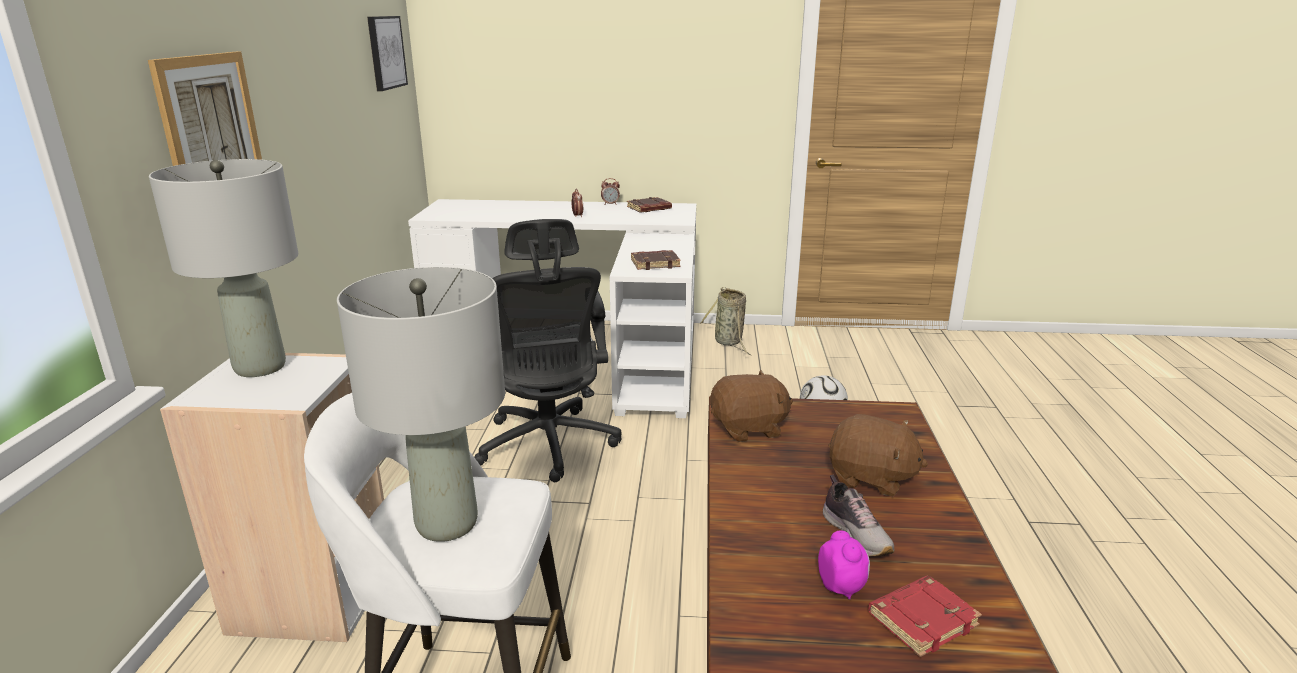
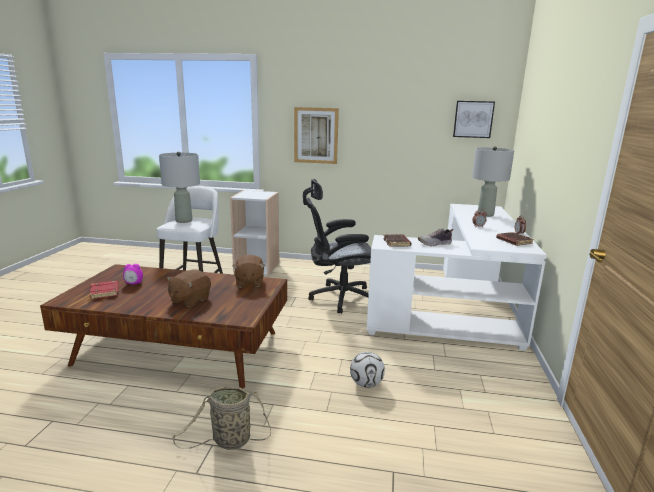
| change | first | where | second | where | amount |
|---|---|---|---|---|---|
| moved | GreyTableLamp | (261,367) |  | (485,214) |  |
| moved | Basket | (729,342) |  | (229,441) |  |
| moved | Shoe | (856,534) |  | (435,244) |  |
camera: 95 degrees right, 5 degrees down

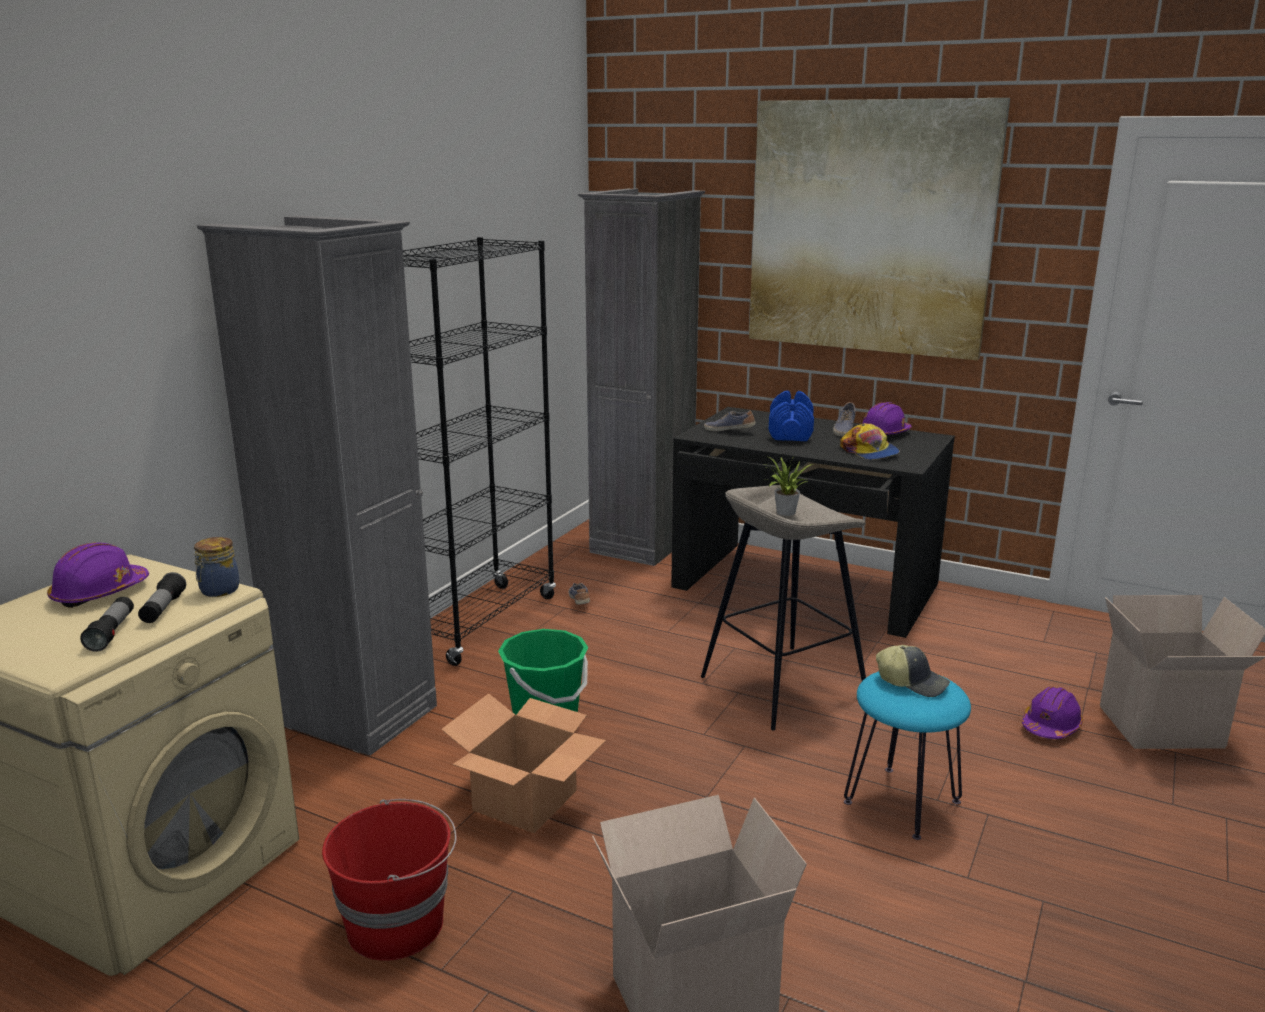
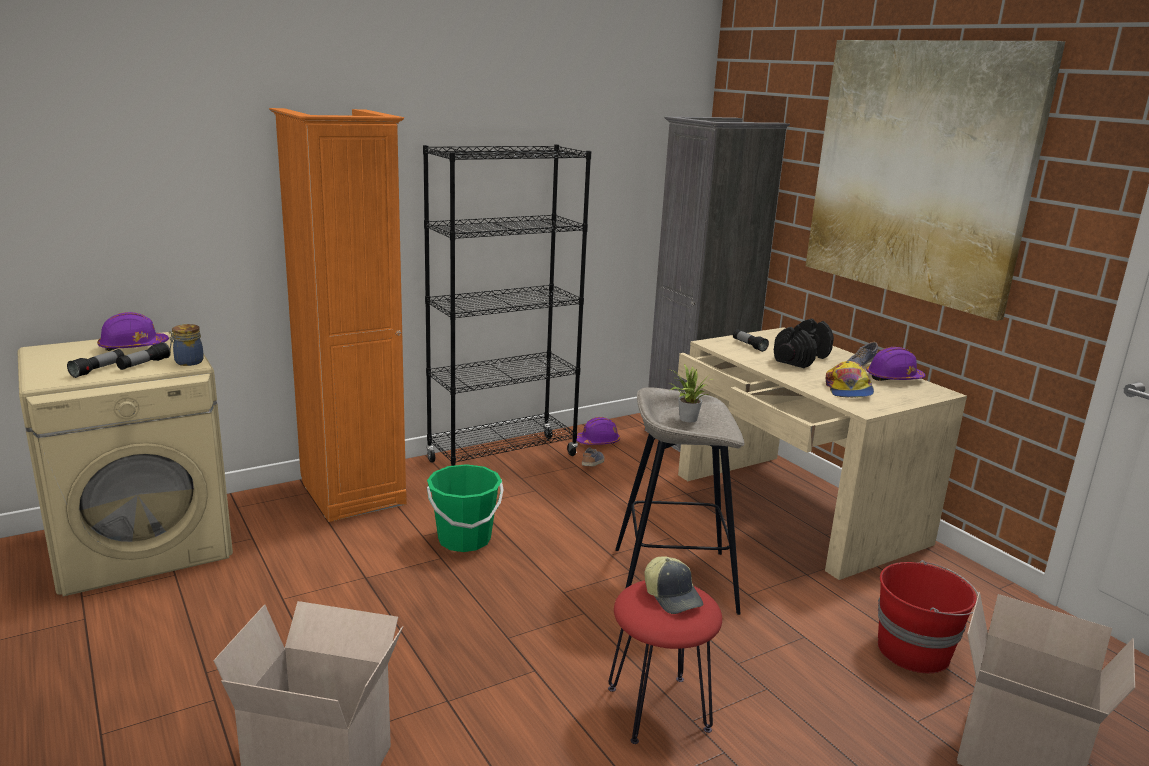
| change | first | where | second | where | amount |
|---|---|---|---|---|---|
| recoloured | GreyCabinet | (358,714) | OrangeCabinet | (354,493) |  |
| recoloured | BlueDumbbell | (790,433) | BlackDumbbell | (801,358) |  |
| recoloured | BlackDesk | (802,591) | BeigeDesk | (789,511) |  |
| replaced | Shoe | (729,430) | Flashlight | (749,345) |  |
| recoloured | TurquoiseStool | (902,801) | RedStool | (658,708) |  |
| moved | PurpleHardHat | (1050,726) |  | (598,442) |  |
| removed | CardboardBox | (525,799) |  |  |  |
| moved | RedBucket | (398,924) |  | (915,651) |  |
camera: 30 degrees right, 0 degrees up

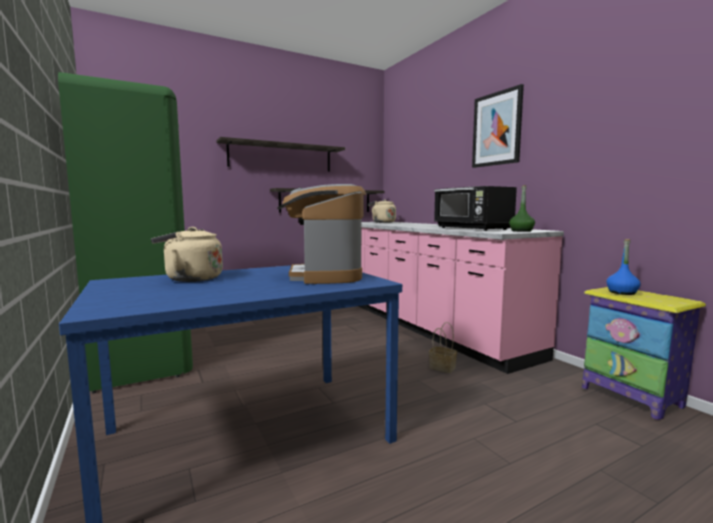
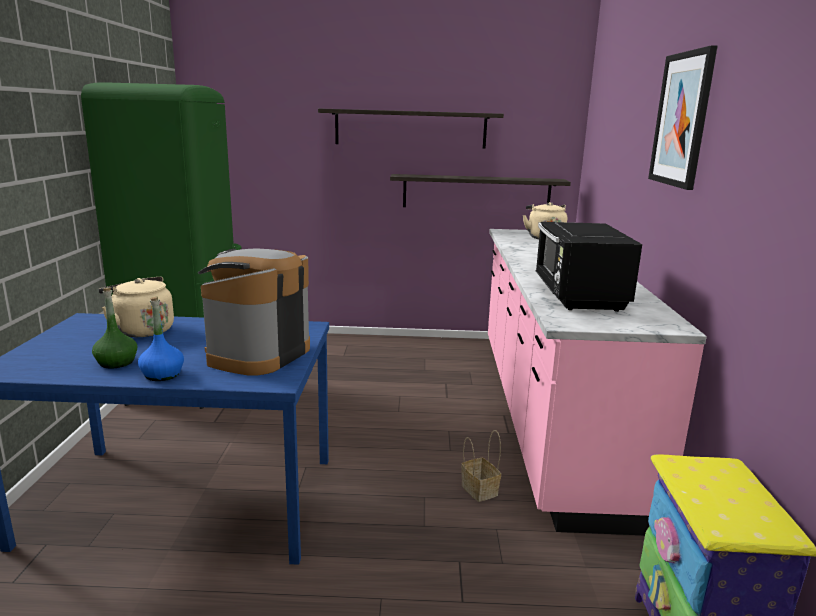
| change | first | where | second | where | amount |
|---|---|---|---|---|---|
| moved | GreenBottle | (521,231) |  | (116,362) |  |
| moved | BlueBottle | (622,292) |  | (162,375) |  |
camera: 30 degrees right, 10 degrees up

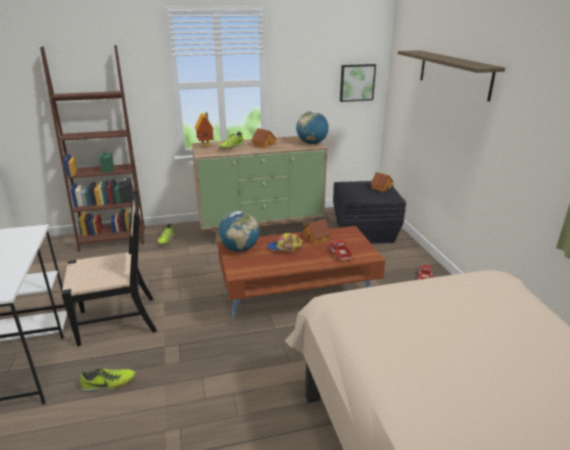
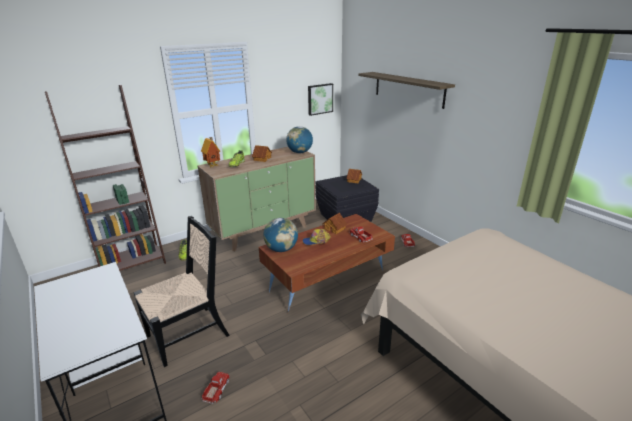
| change | first | where | second | where | amount |
|---|---|---|---|---|---|
| replaced | Shoe | (109,384) | ToyTruck | (216,390) |  |
camera: 20 degrees left, 0 degrees up

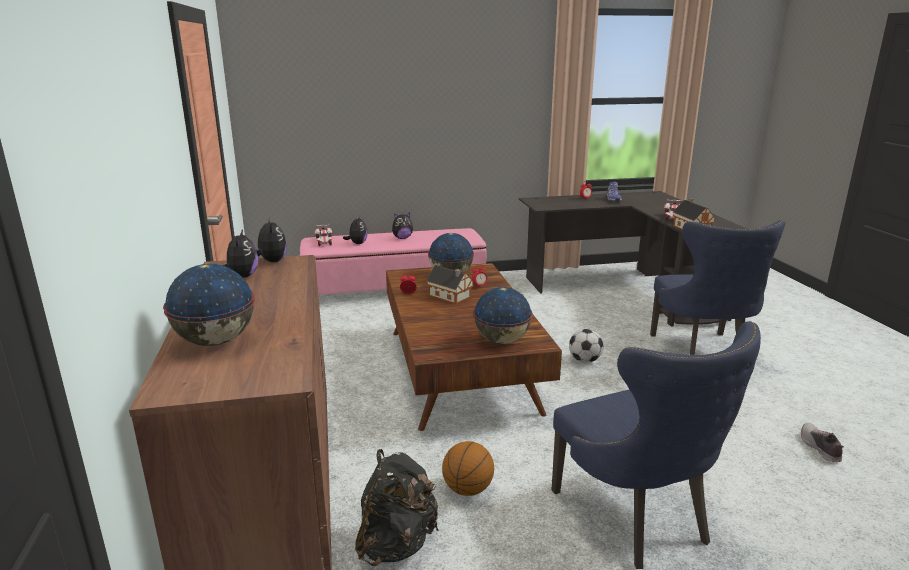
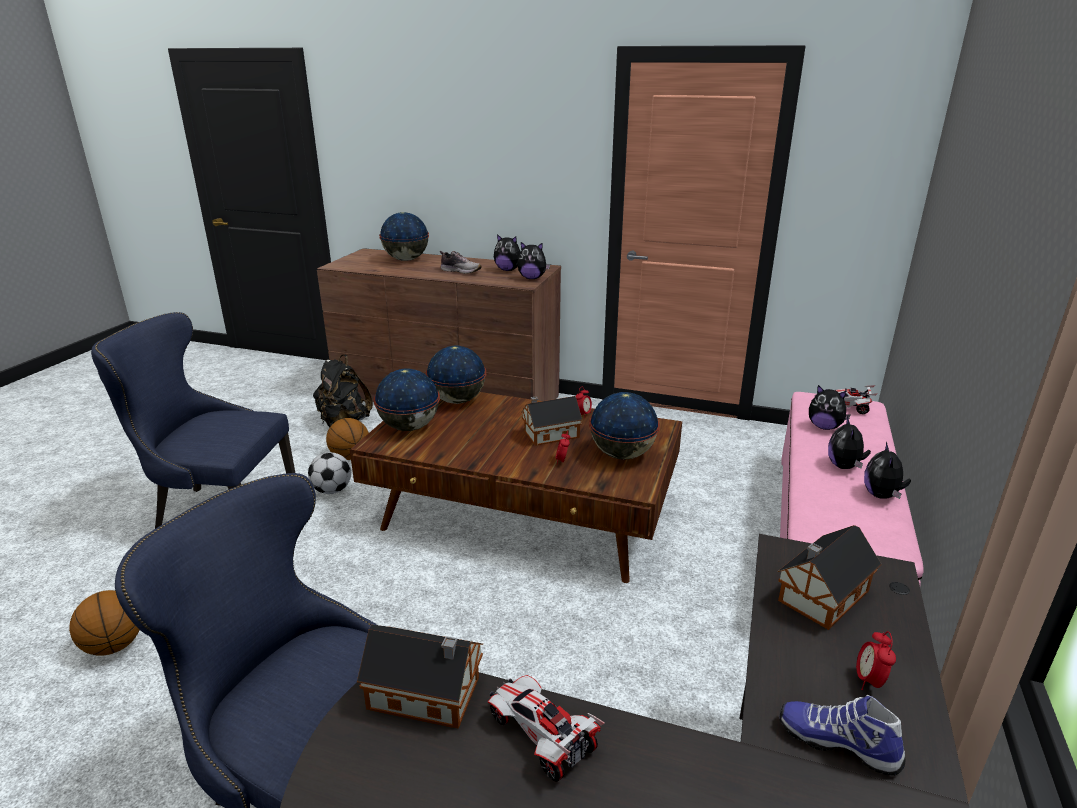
| change | first | where | second | where | amount |
|---|---|---|---|---|---|
| moved | Football | (584,361) |  | (332,490) |  |
| moved | Shoe | (819,448) |  | (461,271) |  |
| added |  |  | Globe | (457,400) |  |
| added |  |  | PlushToy | (881,495) |  |
| added |  |  | ToyHouse | (820,597) |  |
| added |  |  | Basketball | (114,646) |  |
camera: 120 degrees right, 5 degrees up

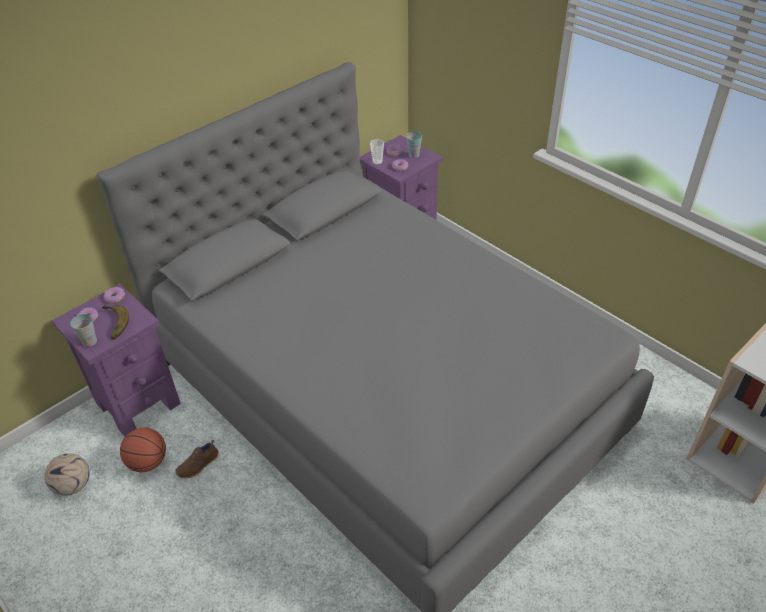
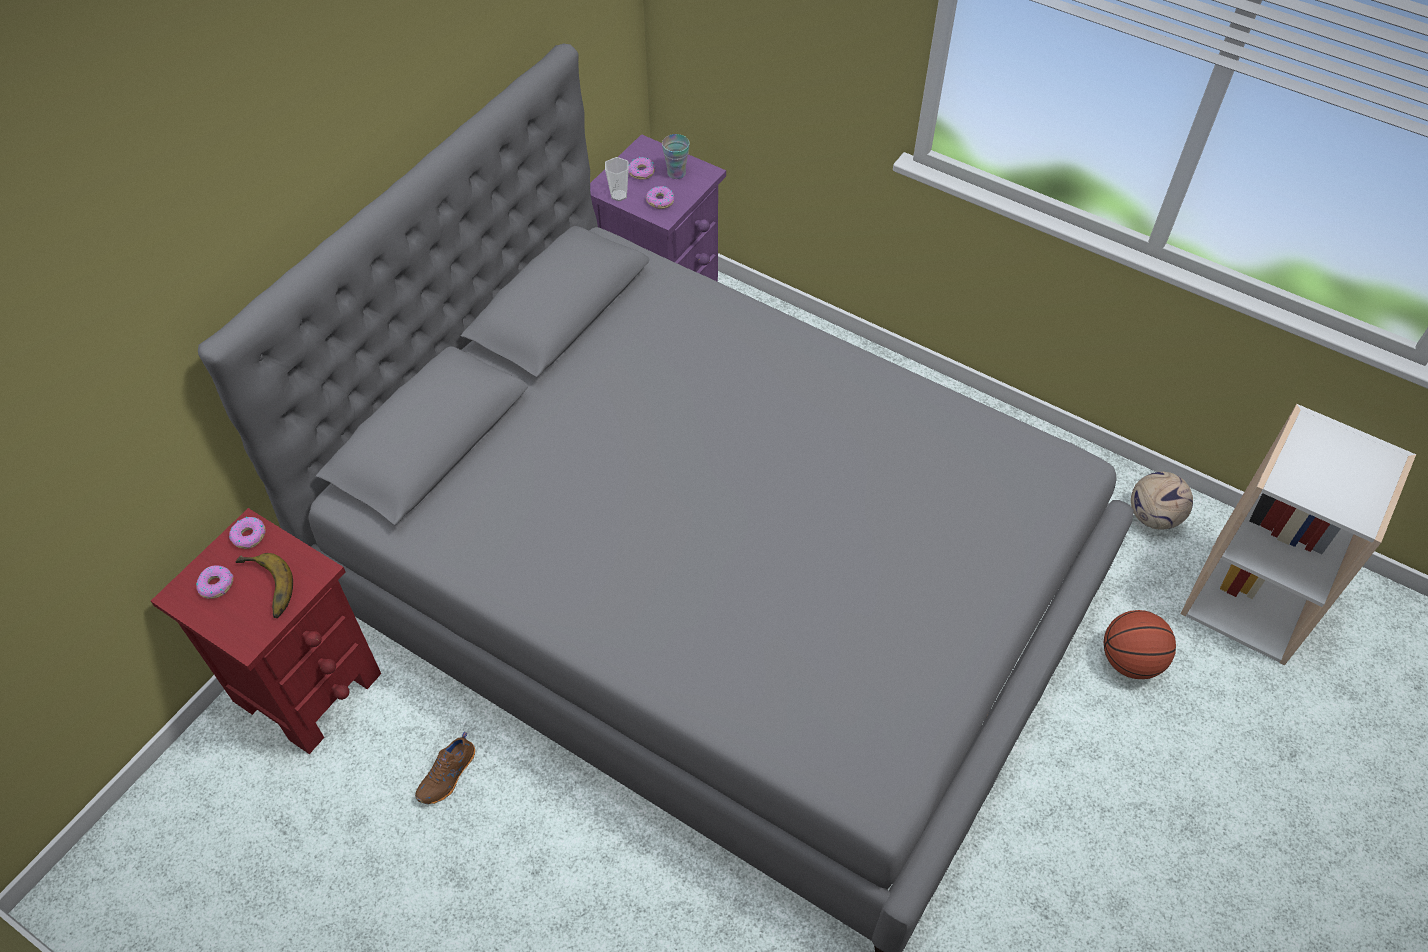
| change | first | where | second | where | amount |
|---|---|---|---|---|---|
| recoloured | PurpleNightstand | (139,403) | RedNightstand | (310,687) |  |
| removed | Cup | (89,341) |  |  |  |
| moved | Basketball | (148,462) |  | (1130,661) |  |
| moved | Football | (73,485) |  | (1152,516) |  |
camera: 15 degrees left, 10 degrees up

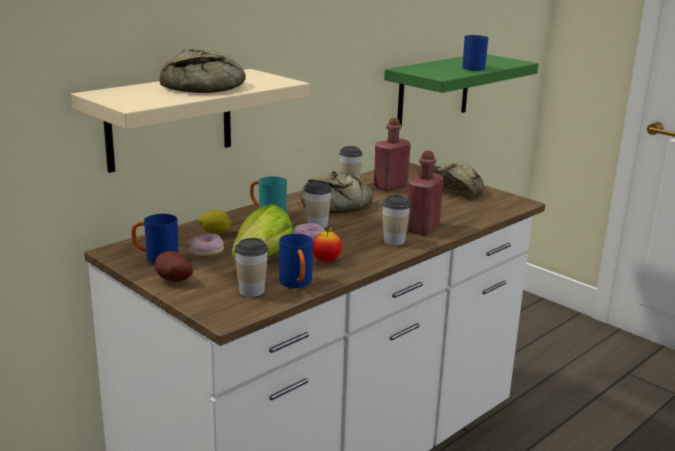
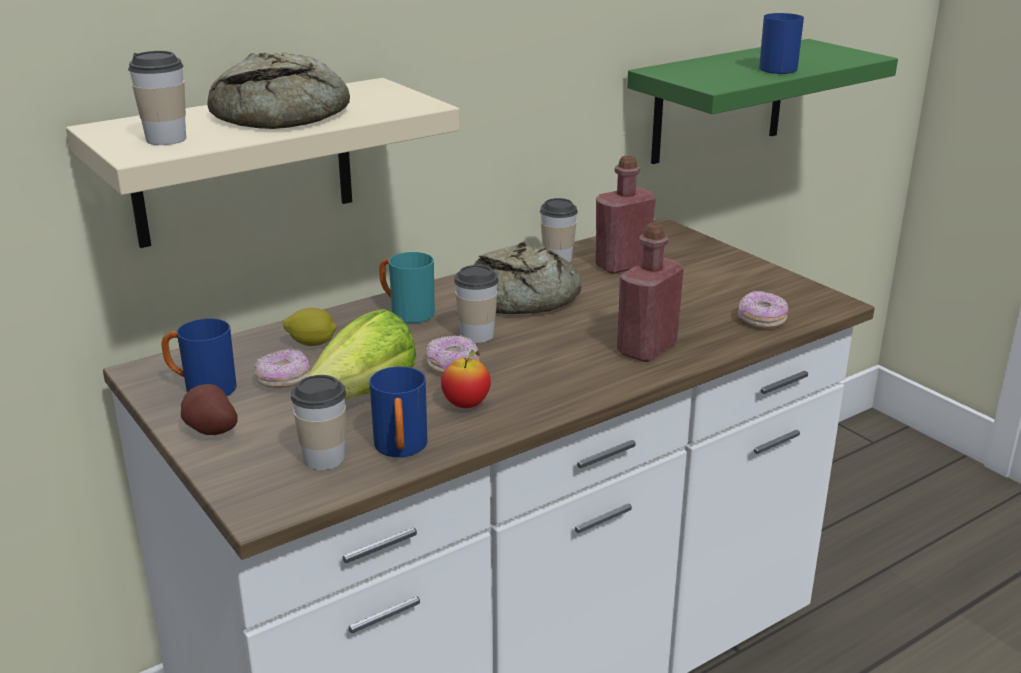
| change | first | where | second | where | amount |
|---|---|---|---|---|---|
| removed | Bread | (451,189) |  |  |  |
| moved | Cup | (394,241) |  | (166,139) |  |
| added |  |  | Donut | (761,320) |  |
camera: 10 degrees right, 5 degrees up

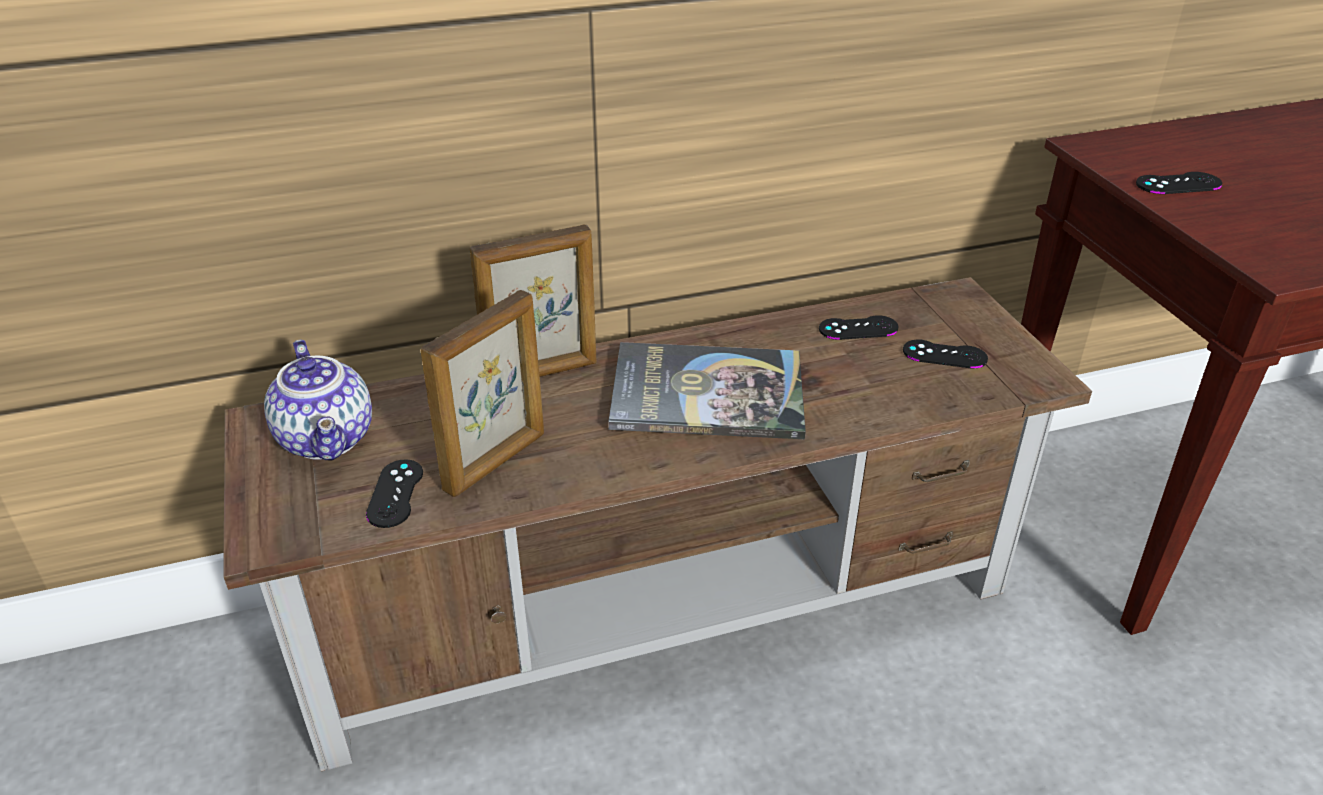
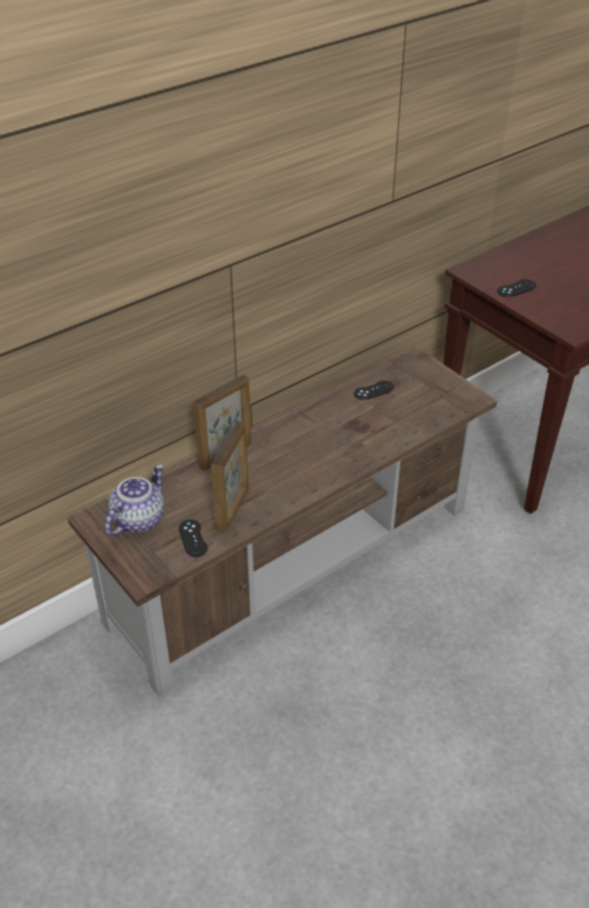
| change | first | where | second | where | amount |
|---|---|---|---|---|---|
| turned | Teapot | (329,439) |  | (138,519) | 105 degrees counterclockwise |
| removed | BlackGameController | (944,355) |  |  |  |
| removed | Book | (707,393) |  |  |  |
camera: 20 degrees left, 5 degrees up

